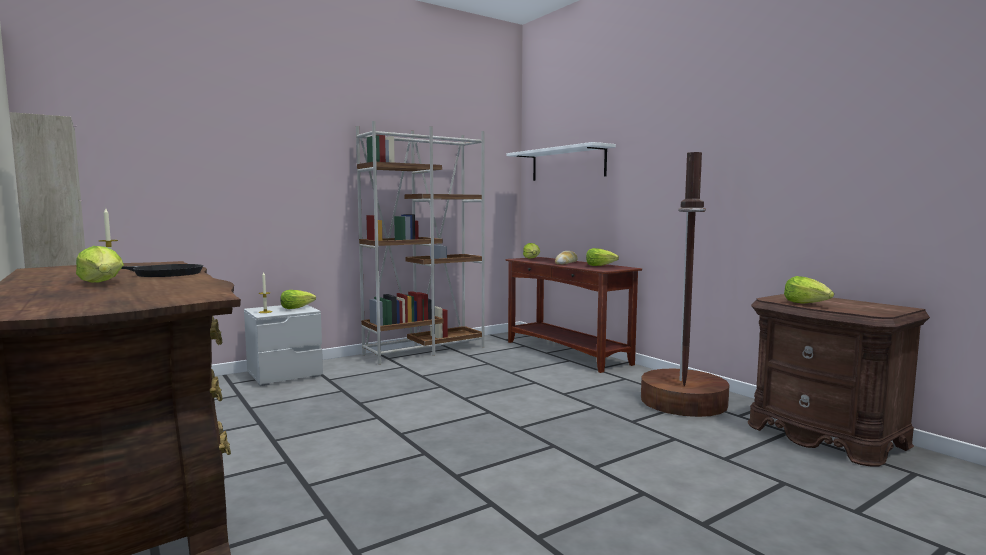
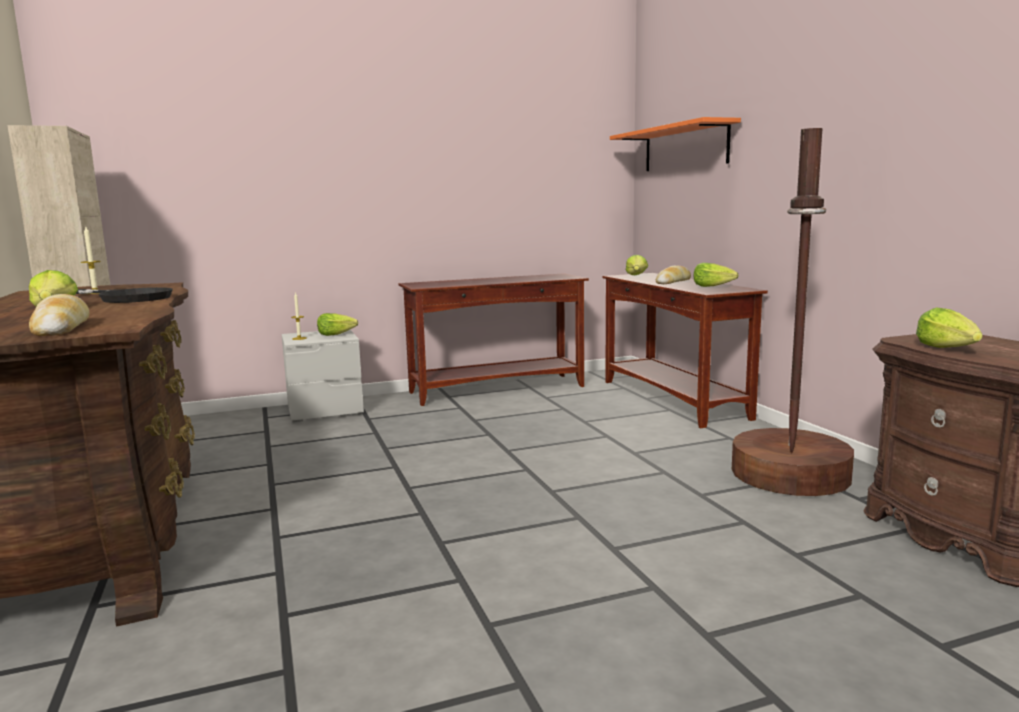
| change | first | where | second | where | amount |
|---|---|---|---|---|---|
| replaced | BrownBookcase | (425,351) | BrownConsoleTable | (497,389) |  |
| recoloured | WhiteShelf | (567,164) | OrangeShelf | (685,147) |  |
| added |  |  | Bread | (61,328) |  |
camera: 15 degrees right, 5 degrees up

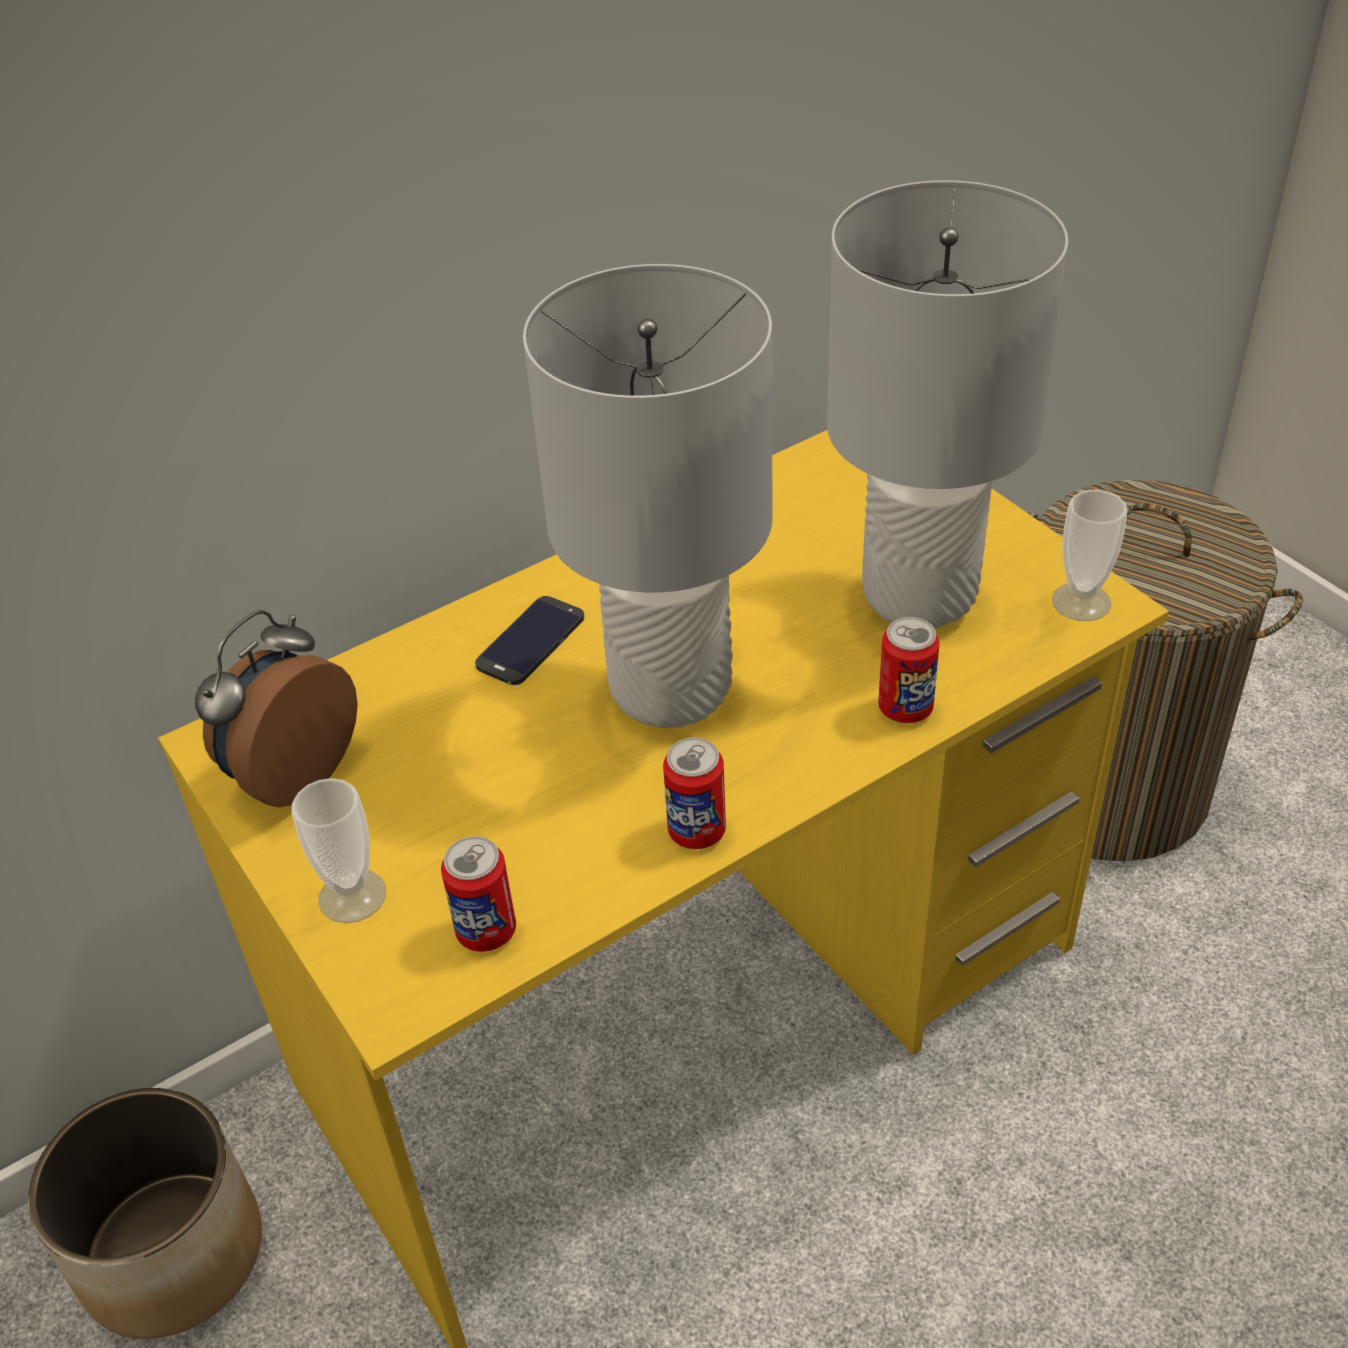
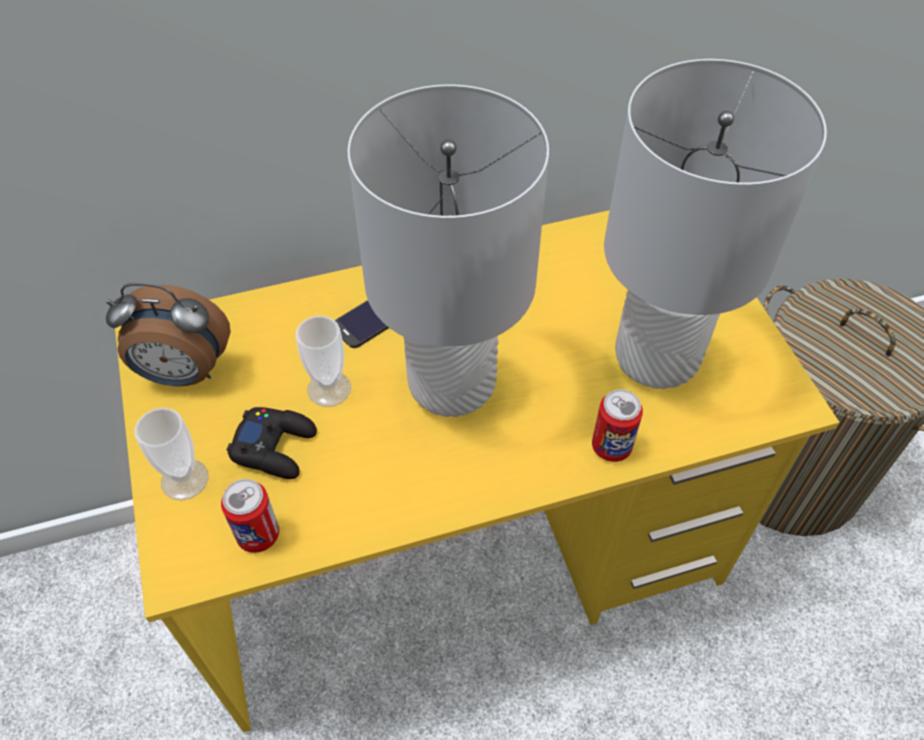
| change | first | where | second | where | amount |
|---|---|---|---|---|---|
| moved | Cup | (1081,602) |  | (329,389) |  |
| turned | AlarmClock | (291,773) |  | (183,373) | 135 degrees counterclockwise |
| removed | Can | (697,831) |  |  |  |
| removed | Planter | (171,1251) |  |  |  |
| added |  |  | BlackGameController | (275,447) |  |
camera: 15 degrees right, 10 degrees up

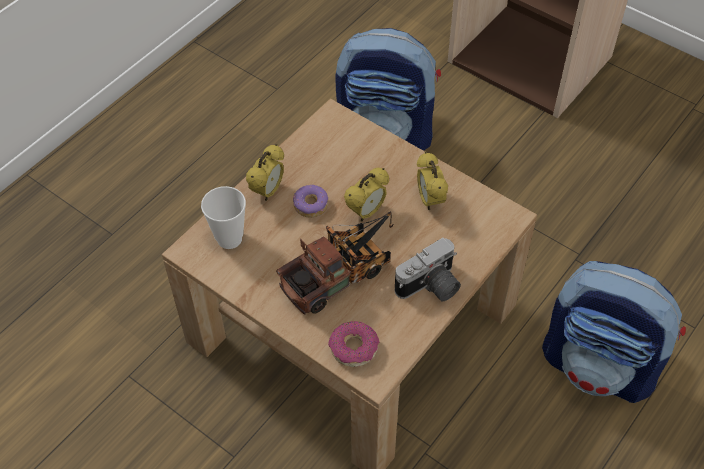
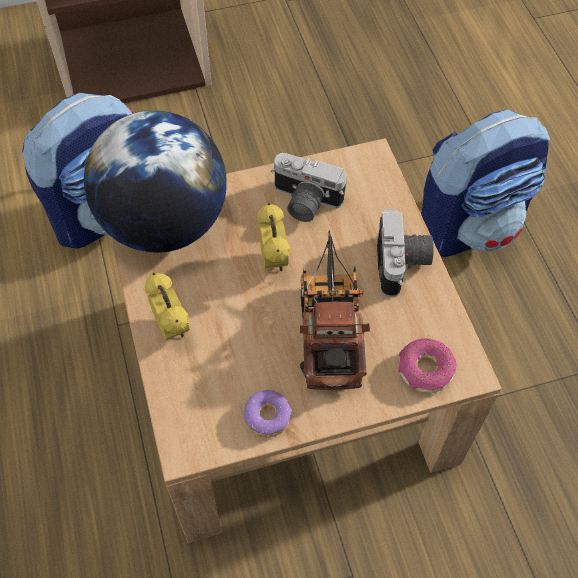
| change | first | where | second | where | amount |
|---|---|---|---|---|---|
| replaced | AlarmClock | (429,200) | PhotoCamera | (303,202) |  |
| moved | Donut | (311,205) |  | (268,417) |  |
| removed | Cup | (229,239) |  |  |  |
| added |  |  | Globe | (165,223) |  |
camera: 55 degrees left, 5 degrees up

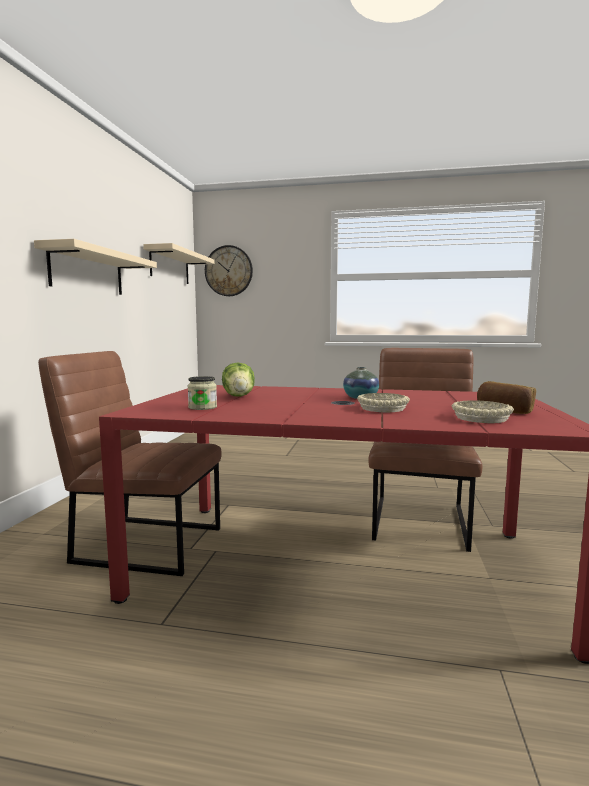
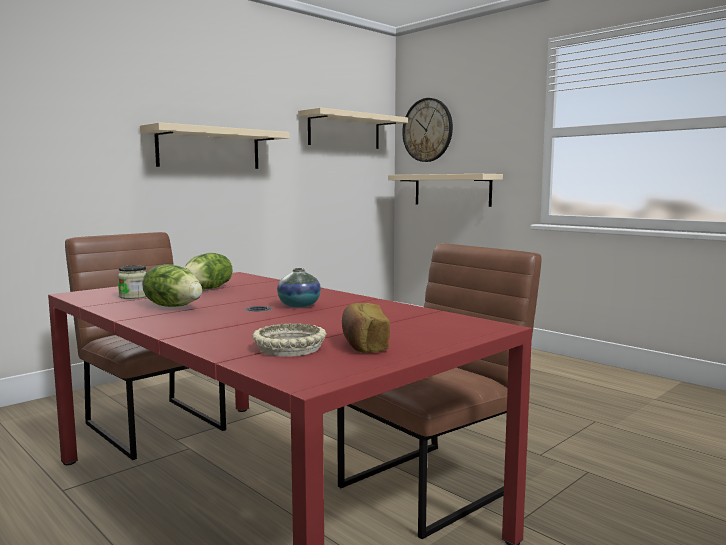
| change | first | where | second | where | amount |
|---|---|---|---|---|---|
| removed | BeigeBowl | (382,408) |  |  |  |
| added |  |  | BeigeShelf | (452,190) |  |
| added |  |  | Lettuce | (174,306) |  |
camera: 35 degrees right, 0 degrees up

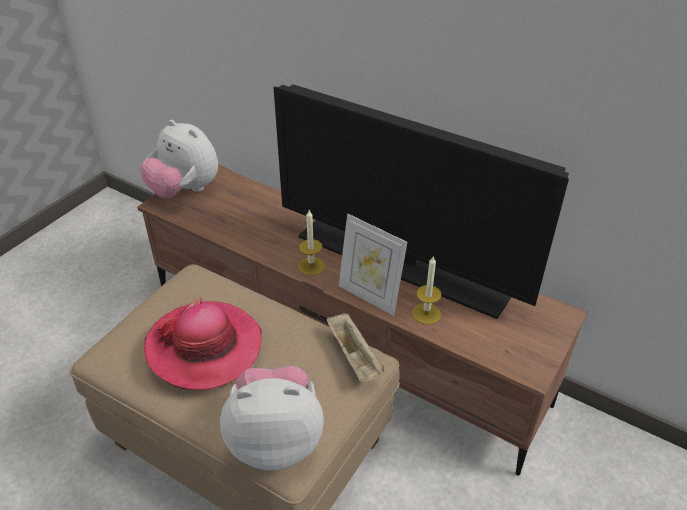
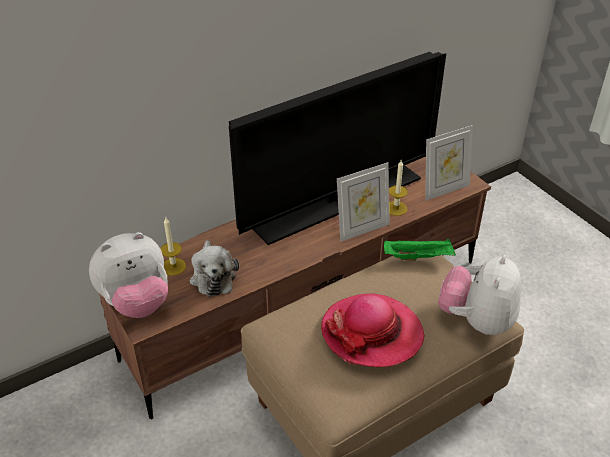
| change | first | where | second | where | amount |
|---|---|---|---|---|---|
| moved | Candle | (311,266) |  | (173,266) |  |
| recoloured | BeigeTray | (354,357) | GreenTray | (418,257) |  |
| added |  |  | PictureFrame | (444,189) |  |
| added |  |  | PlushToy | (213,276) |  |
camera: 65 degrees left, 0 degrees up

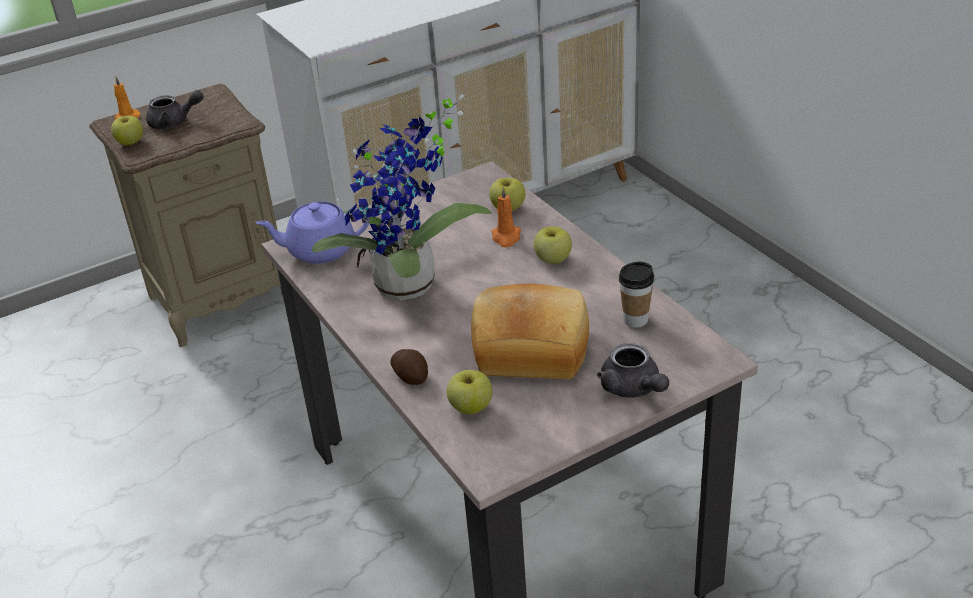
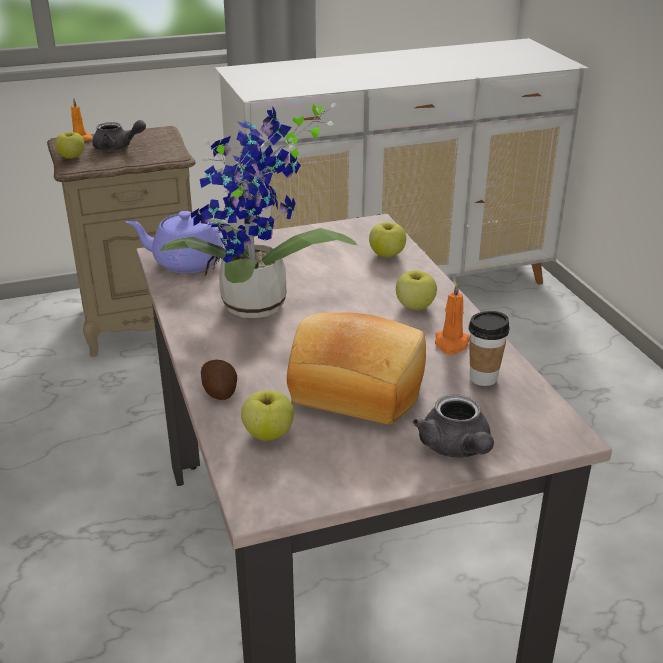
| change | first | where | second | where | amount |
|---|---|---|---|---|---|
| moved | OrangeCandle | (506,237) |  | (451,344) |  |
camera: 10 degrees right, 5 degrees down

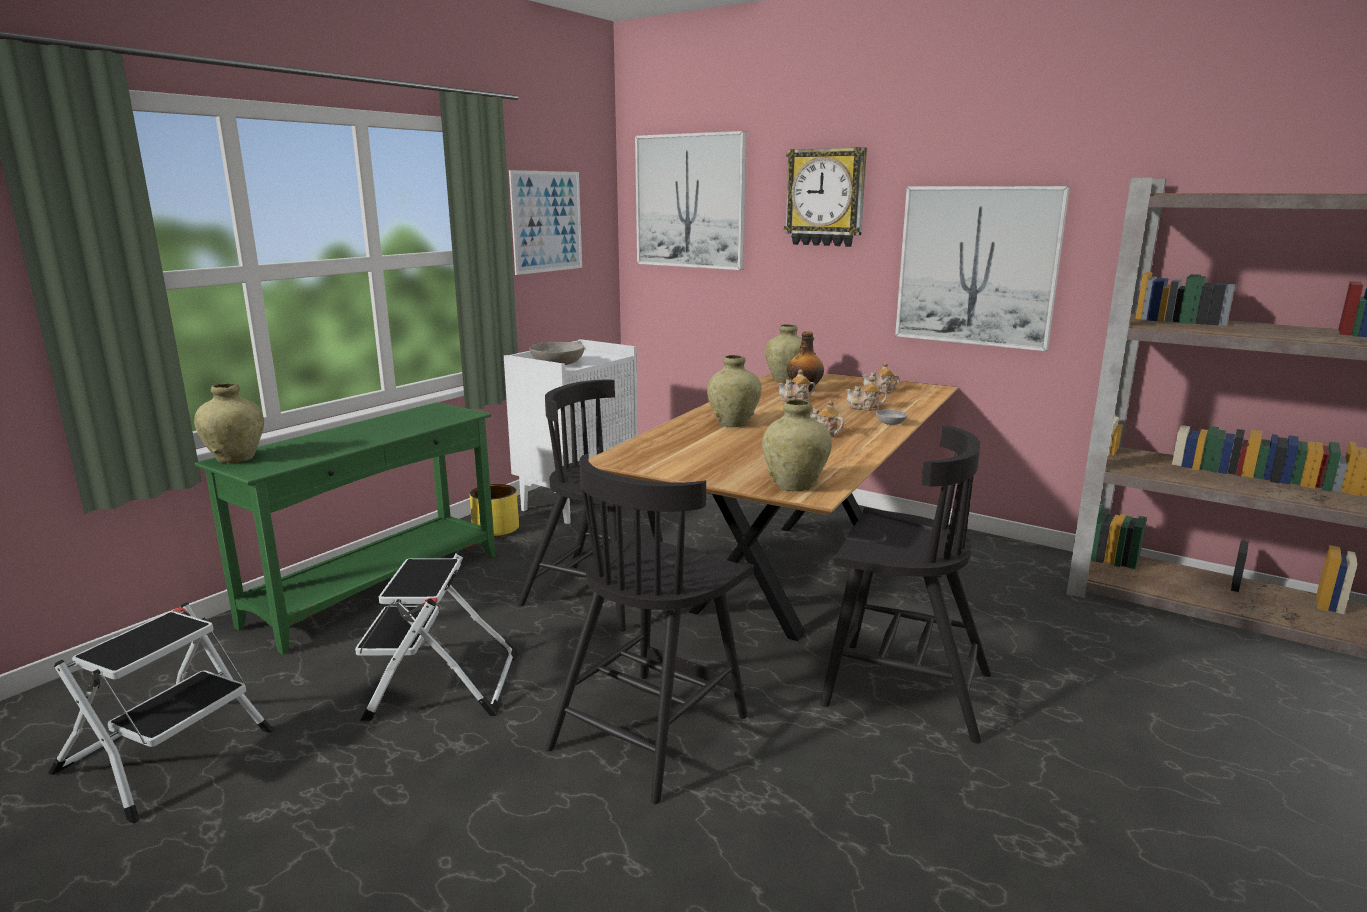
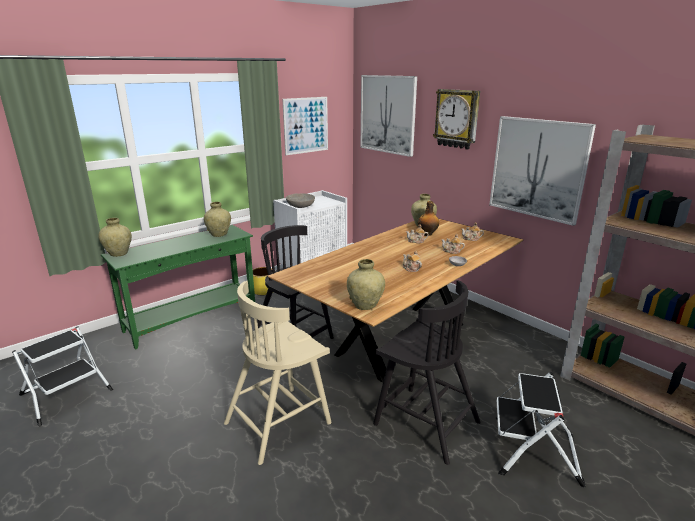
| change | first | where | second | where | amount |
|---|---|---|---|---|---|
| moved | BeigeVase | (733,423) |  | (219,234) |  |
| recoloured | BlackChair | (652,729) | BeigeChair | (280,421) |  |
| moved | StepLadder | (441,682) |  | (534,450) |  |
camera: 15 degrees right, 5 degrees up

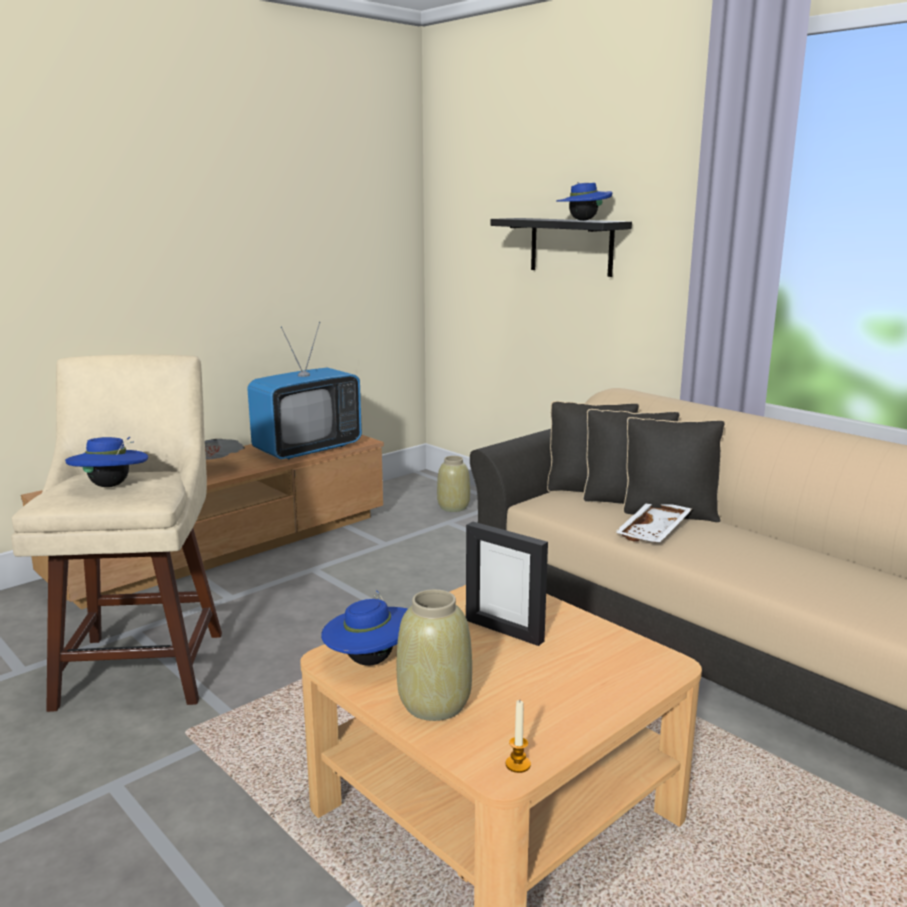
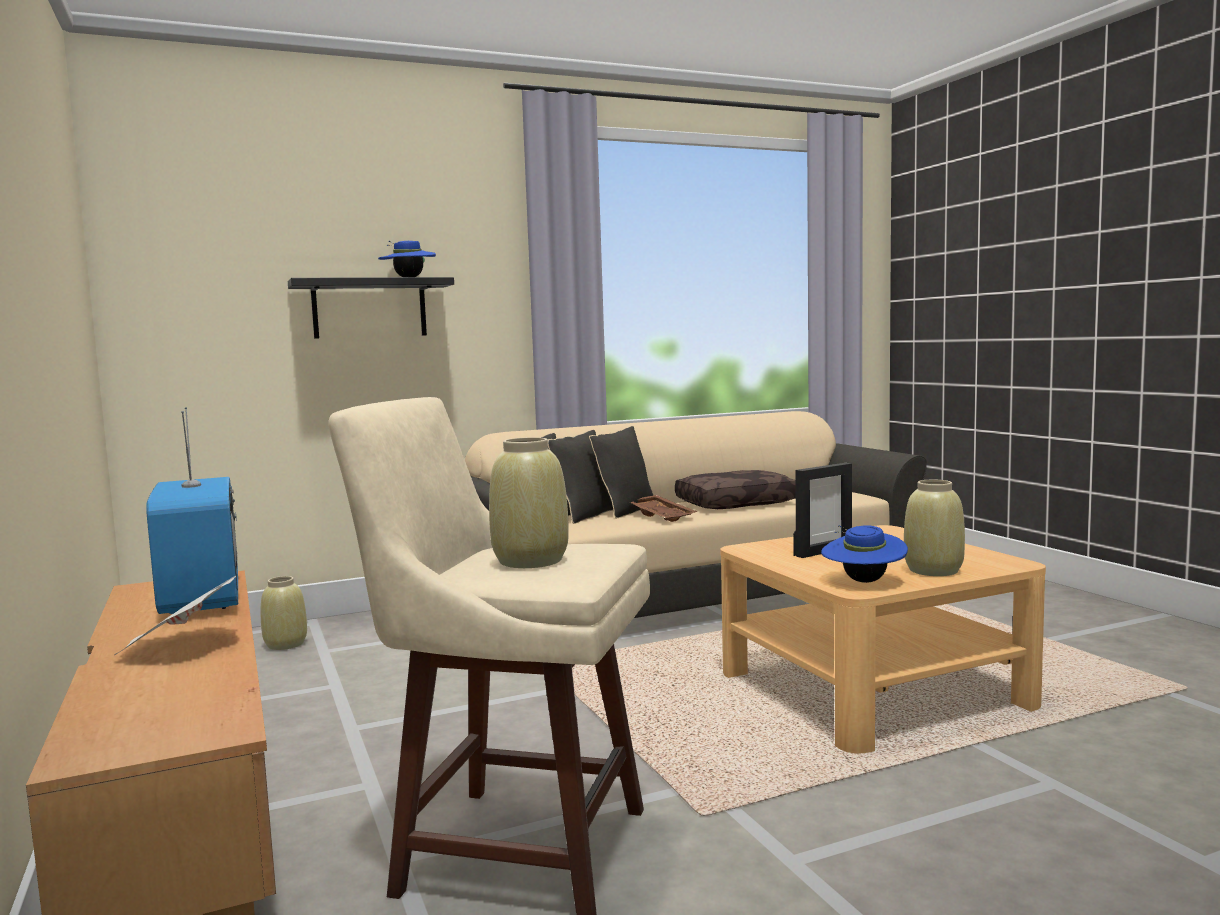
| change | first | where | second | where | amount |
|---|---|---|---|---|---|
| replaced | BlueHat | (111,486) | BeigeVase | (531,561) |  |
| recoloured | WhiteTray | (655,532) | BrownTray | (662,516) |  |
| removed | Candle | (518,764) |  |  |  |
| added |  |  | BrownPillow | (736,503) |  |
camera: 70 degrees left, 10 degrees down

